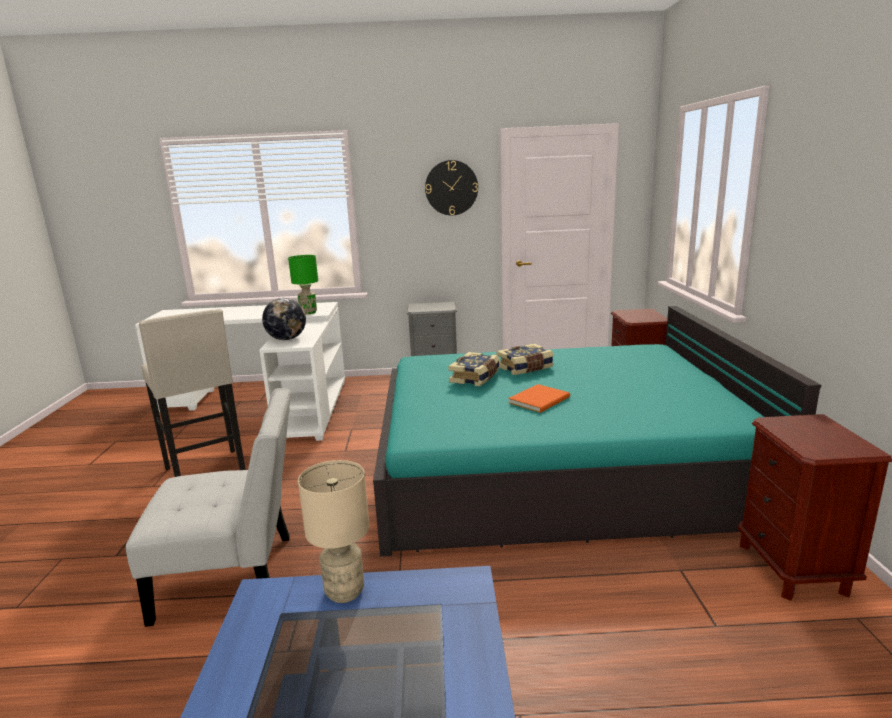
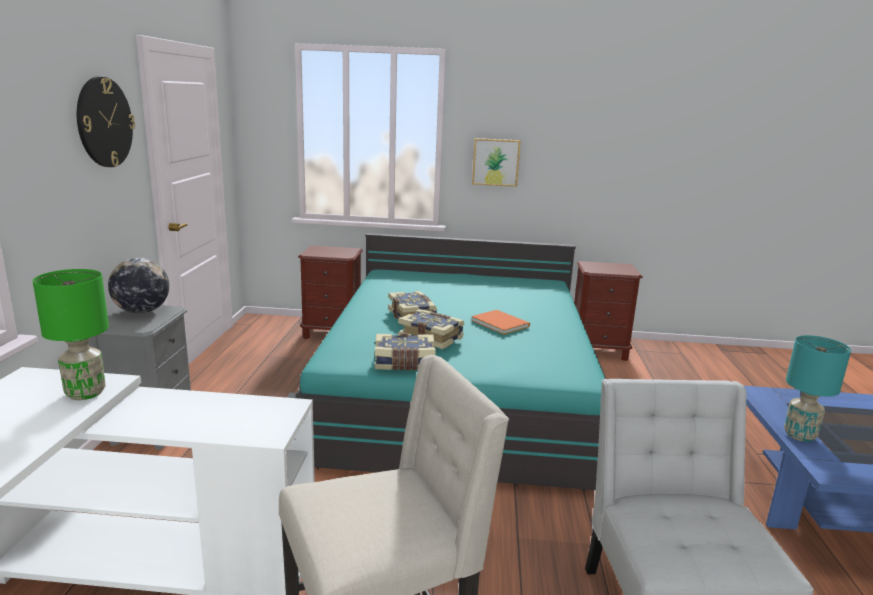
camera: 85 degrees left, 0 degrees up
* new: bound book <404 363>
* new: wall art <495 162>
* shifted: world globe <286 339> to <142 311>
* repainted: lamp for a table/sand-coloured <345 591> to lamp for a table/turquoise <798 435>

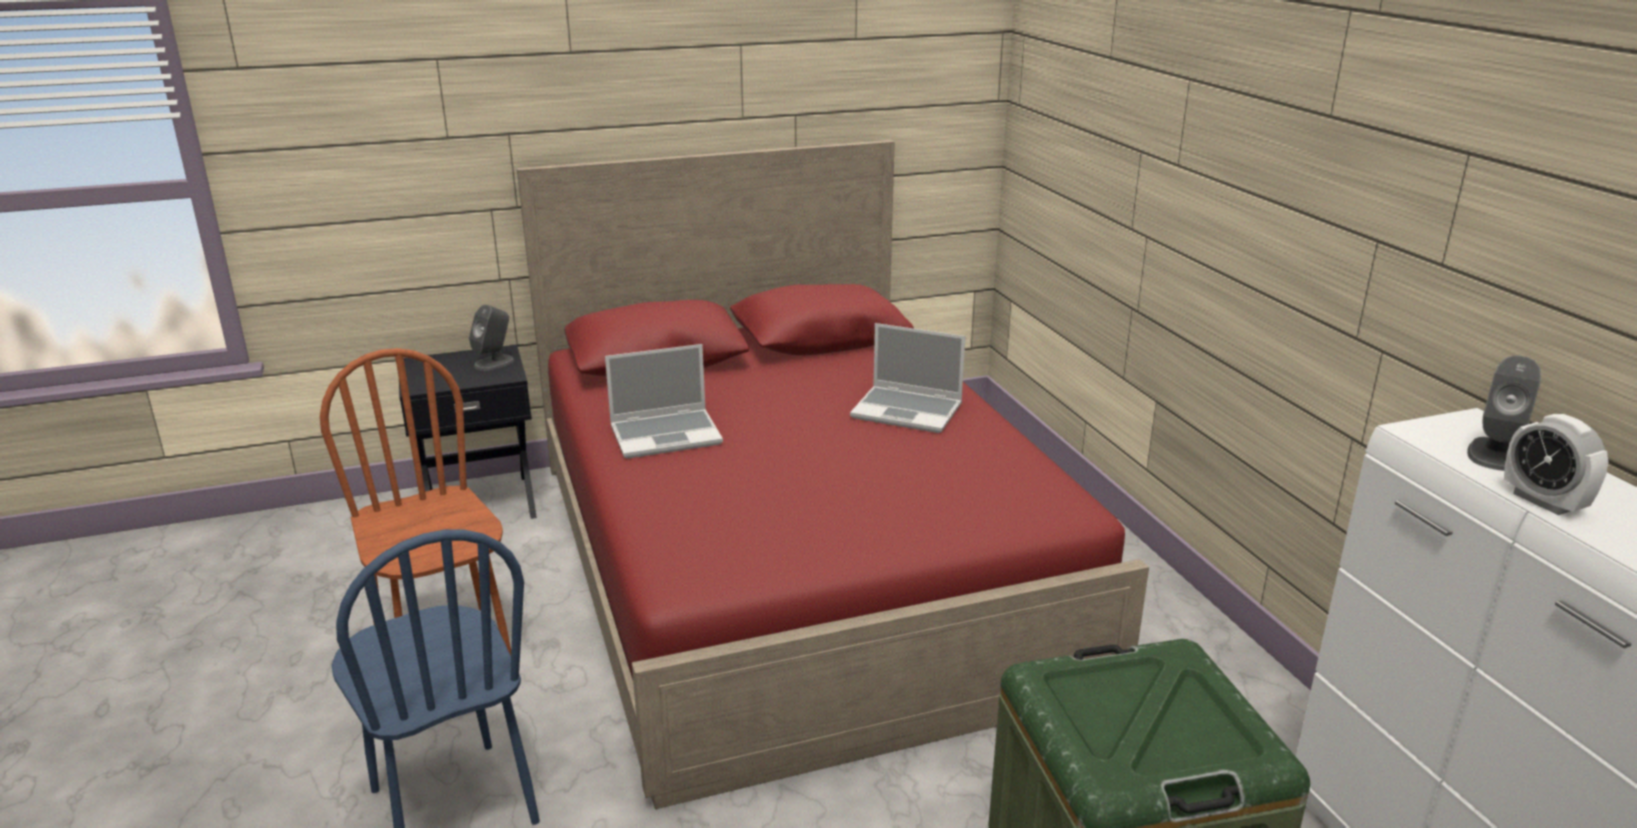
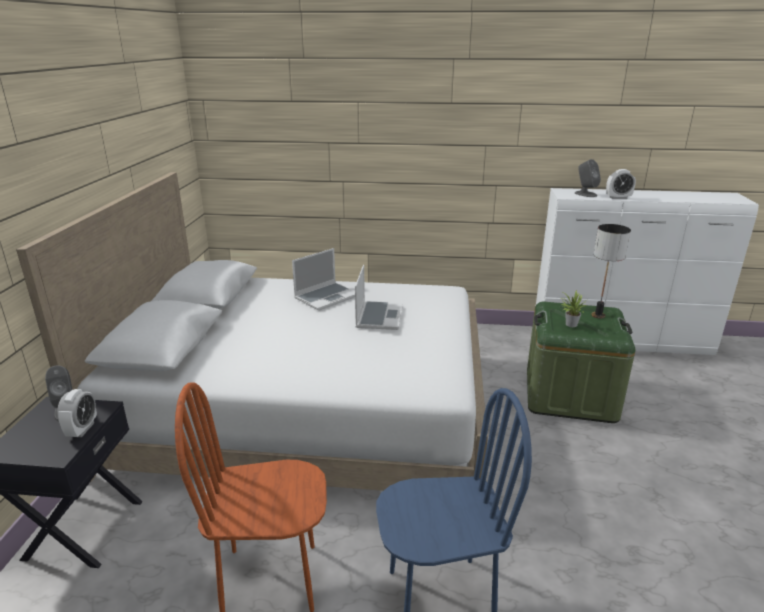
camera: 65 degrees left, 0 degrees up
* new: bedside clock <82 429>
* new: potted plant <569 324>
* new: lamp for a table <598 315>
* shifted: notebook computer <667 435> to <378 316>
* repainted: bedroom bed/red-coloured <797 564> to bedroom bed/white-coloured <307 408>

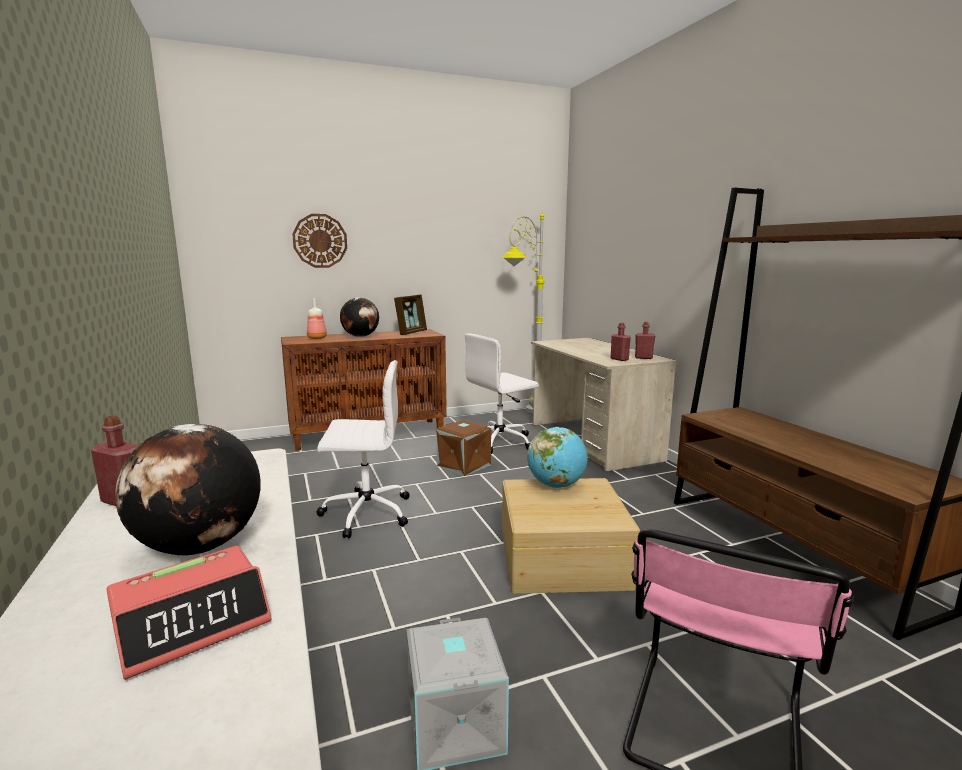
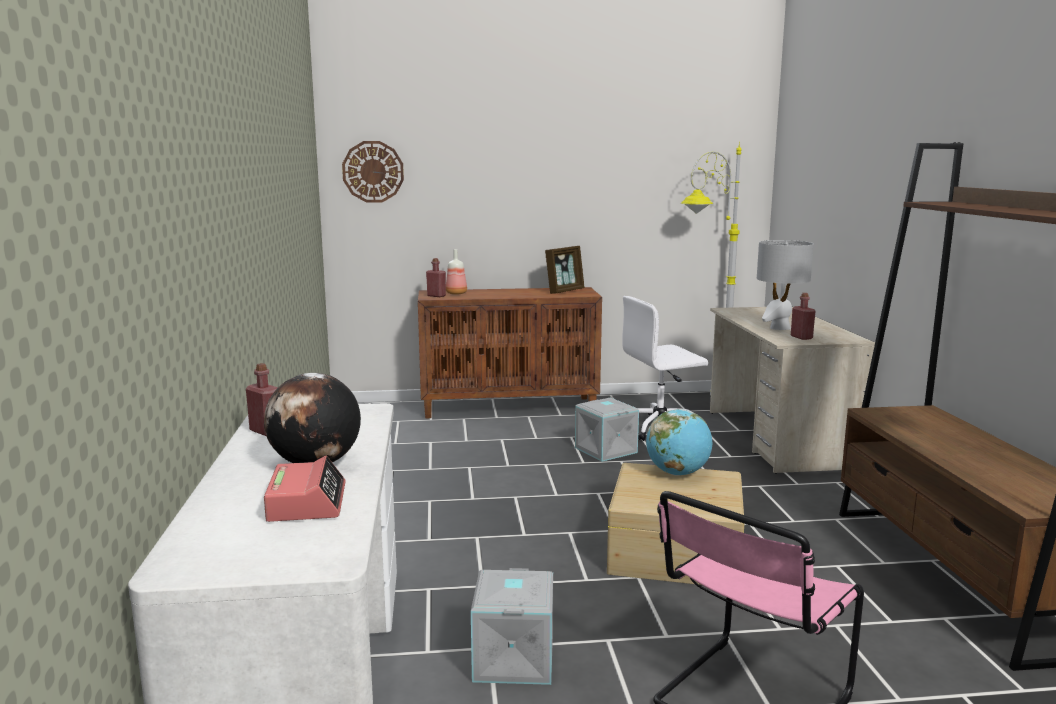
camera: 15 degrees right, 0 degrees up
* gone: desk chair/white-coloured <365 513>
* gone: world globe <360 336>
* new: lamp for a table/gray <779 328>
* shifted: hanging clock <320 241> to <373 171>
* shifted: drink bottle/red-coloured <643 358> to <436 296>
* repainted: storage box/brown <463 465> to storage box/gray <604 450>
* rotated: bedside clock <193 622> = <307 502> 75 degrees counterclockwise

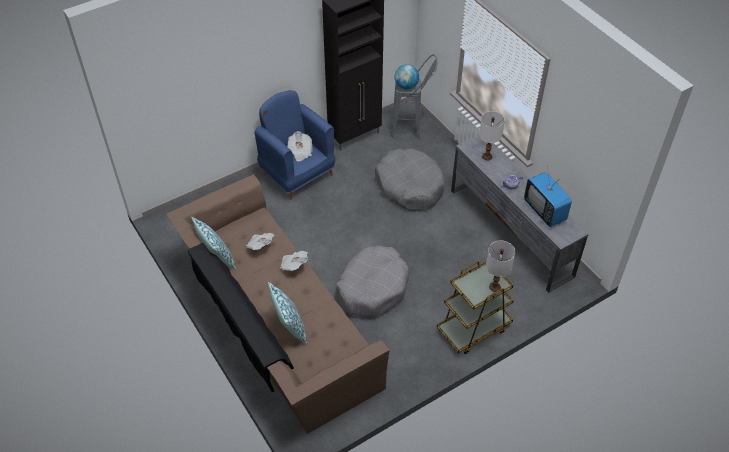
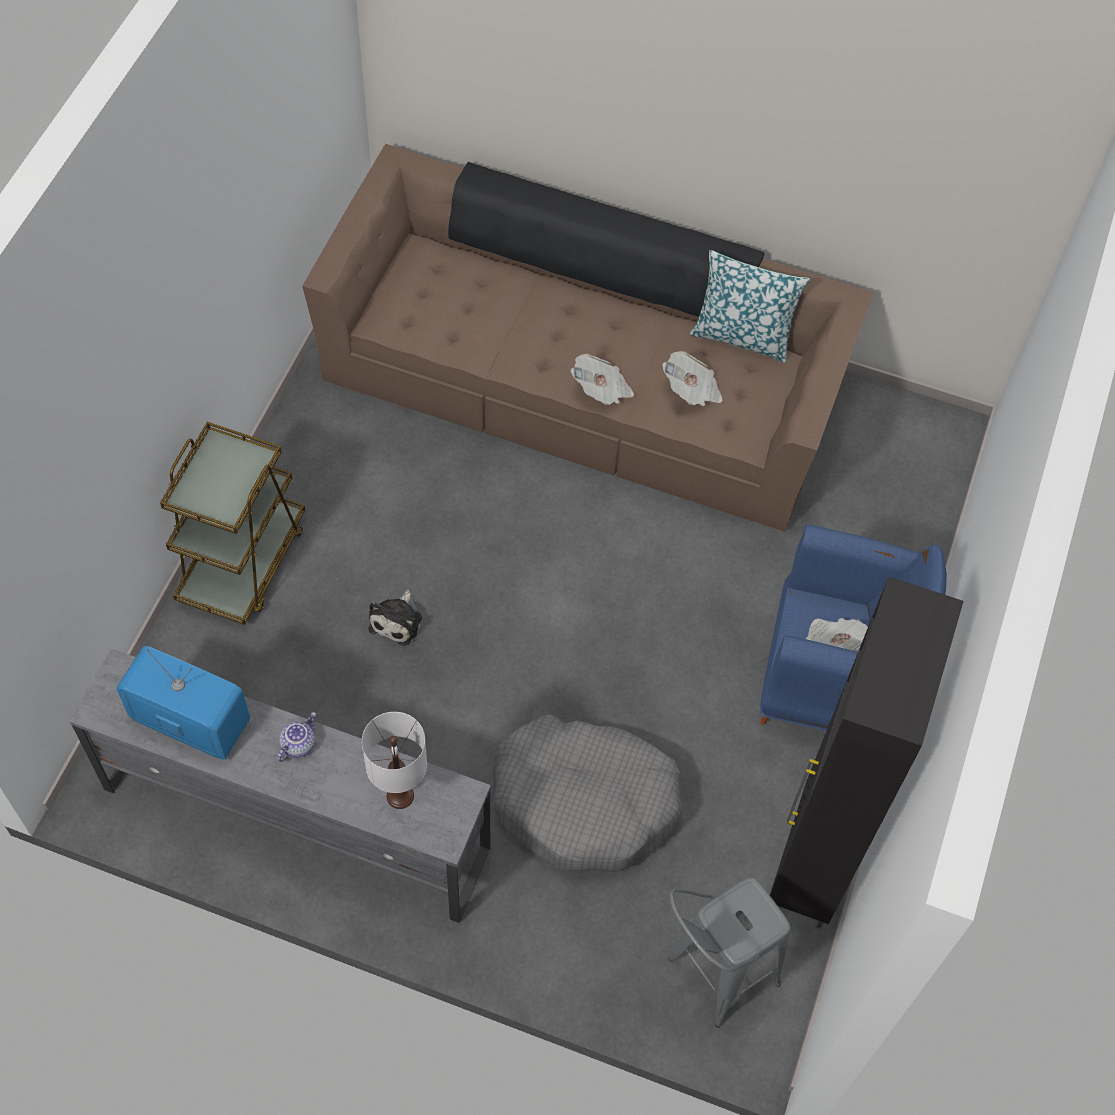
camera: 140 degrees right, 10 degrees up
* gone: throw pillow <289 327>
* gone: dog cushion/gray <372 287>
* gone: world globe <406 86>
* gone: lamp for a table/white-coloured <495 287>
* new: plush toy <397 621>

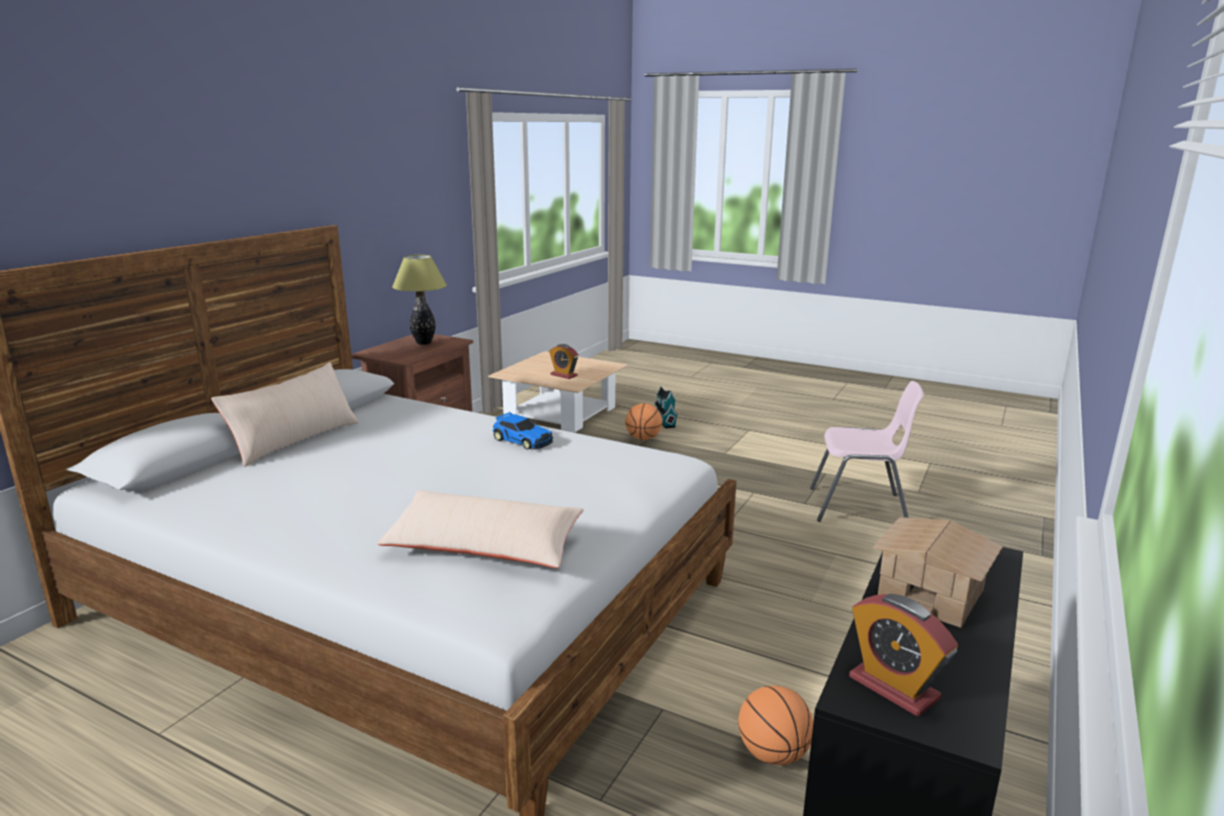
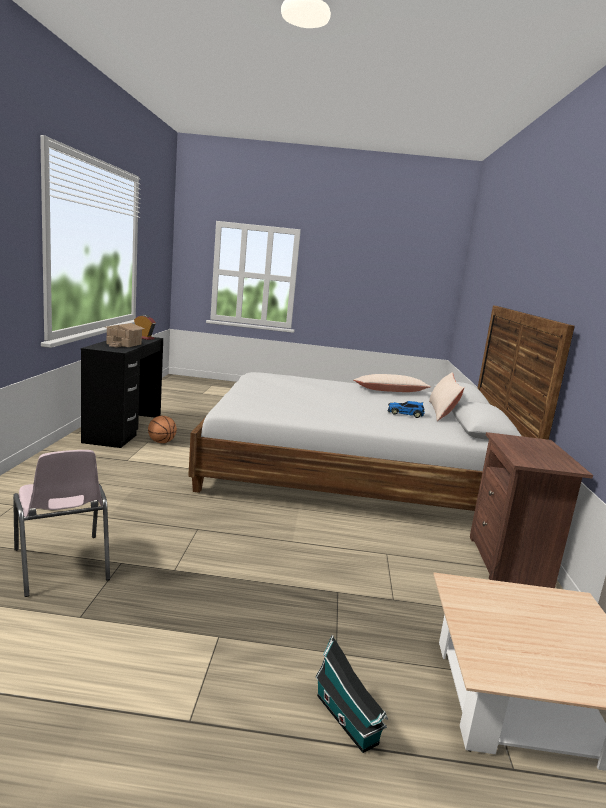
camera: 155 degrees right, 5 degrees down
* gone: lamp for a table <423 343>
* gone: bedside clock <564 375>
* gone: basketball ball <643 439>
* shifted: throw pillow/sand-coloured <483 546> to <390 391>
* shifted: miniature car <522 440> to <406 414>
* rotated: upright chair/pinkish <859 507> = <61 565> 105 degrees counterclockwise

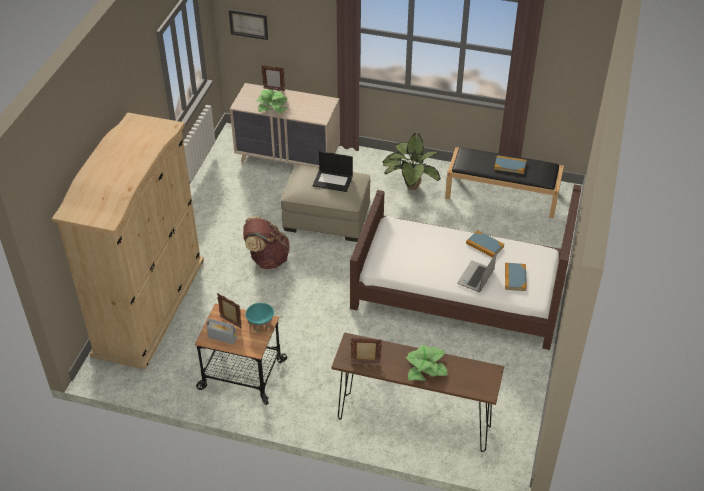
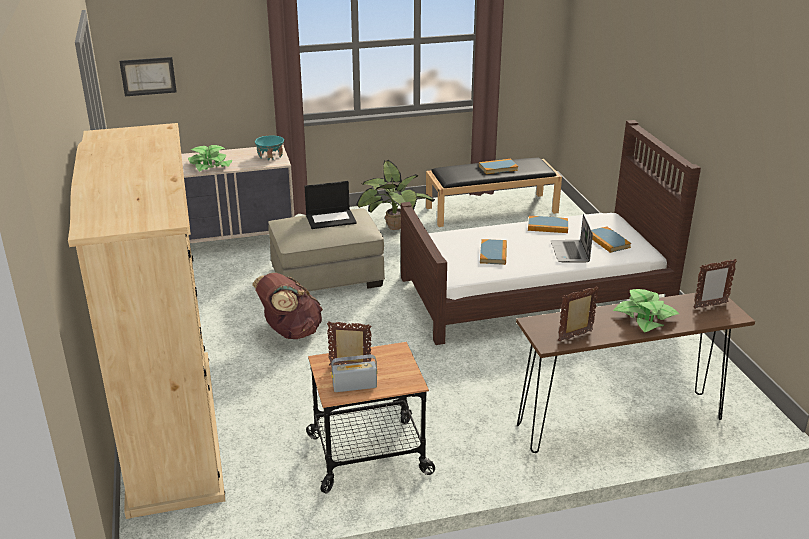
camera: 30 degrees left, 15 degrees down
* new: bound book <493 254>
* shifted: serving bowl/turquoise <260 324> to <270 156>
* shifted: photo frame <274 90> to <710 305>

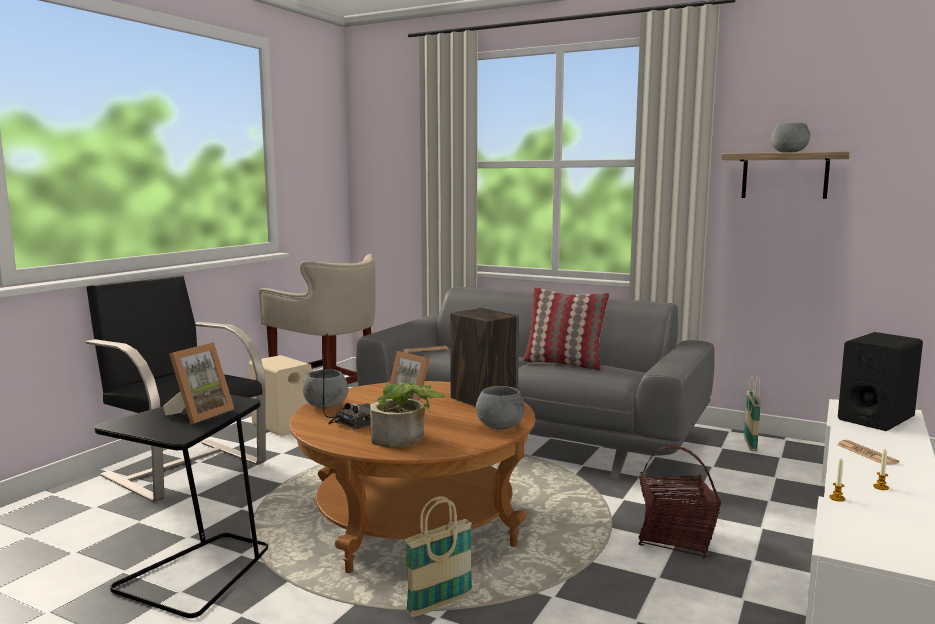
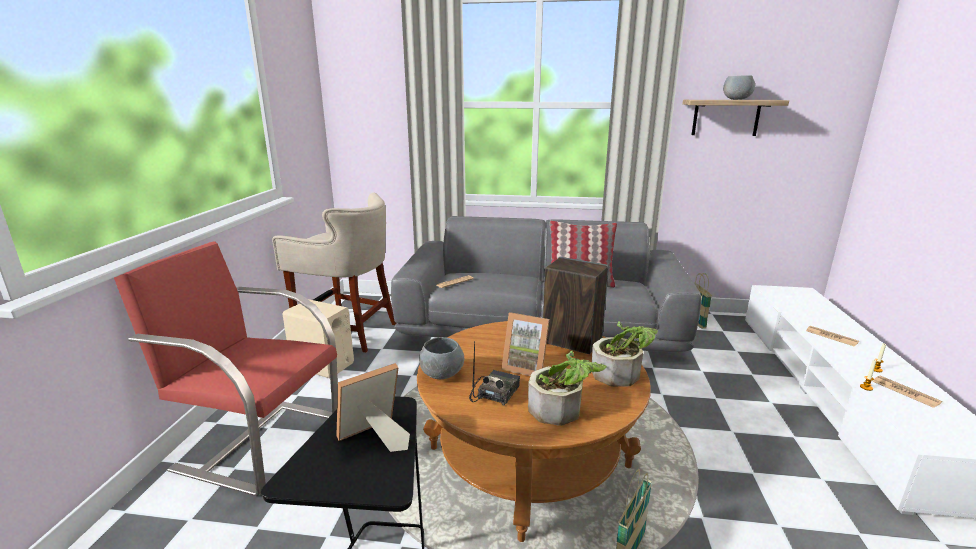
camera: 20 degrees left, 10 degrees up
* gone: storage basket <676 539>
* gone: loudspeaker/black-coloured <875 418>
* new: daily paper <905 392>
* swapped: serving bowl/gray <500 426> to potted plant <622 373>
* repainted: lounge chair/black-coloured <184 468> to lounge chair/red-coloured <258 440>
* rotated: photo frame <199 414> = <373 439> 135 degrees counterclockwise

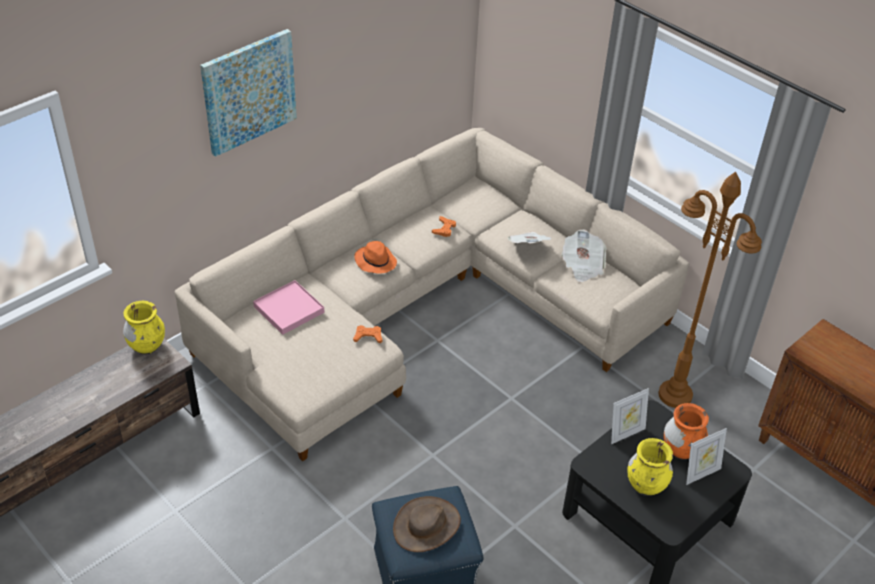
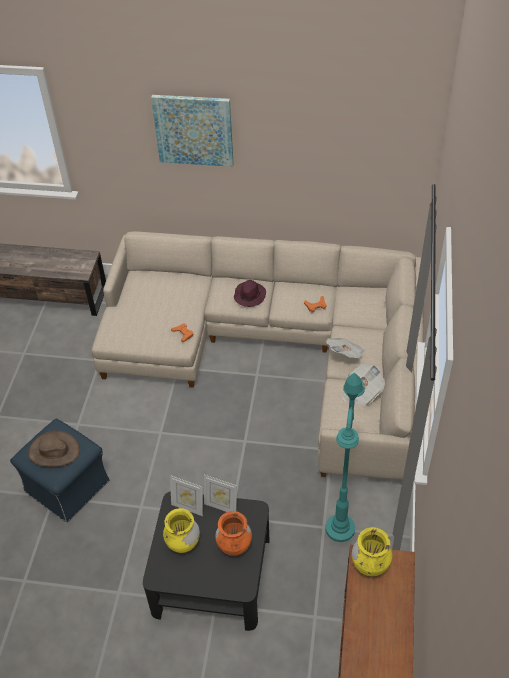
camera: 55 degrees right, 5 degrees up
* gone: serving tray/pinkish <289 309>
* shifted: flower vase/yellow <147 346> to <370 565>
* shifted: photo frame <700 473> to <188 507>
* repainted: clothing hat/orange-coloured <375 261> to clothing hat/purplish <249 295>
* repainted: standard lamp/brown <674 395> to standard lamp/turquoise <340 528>

